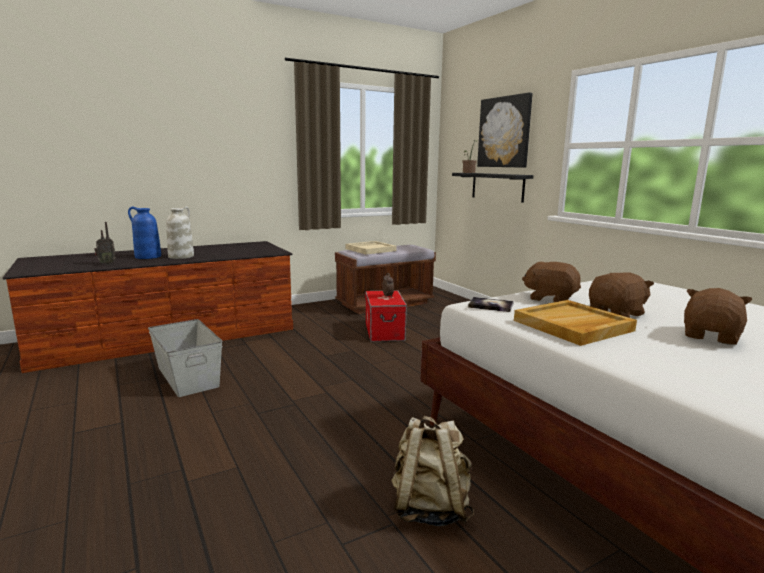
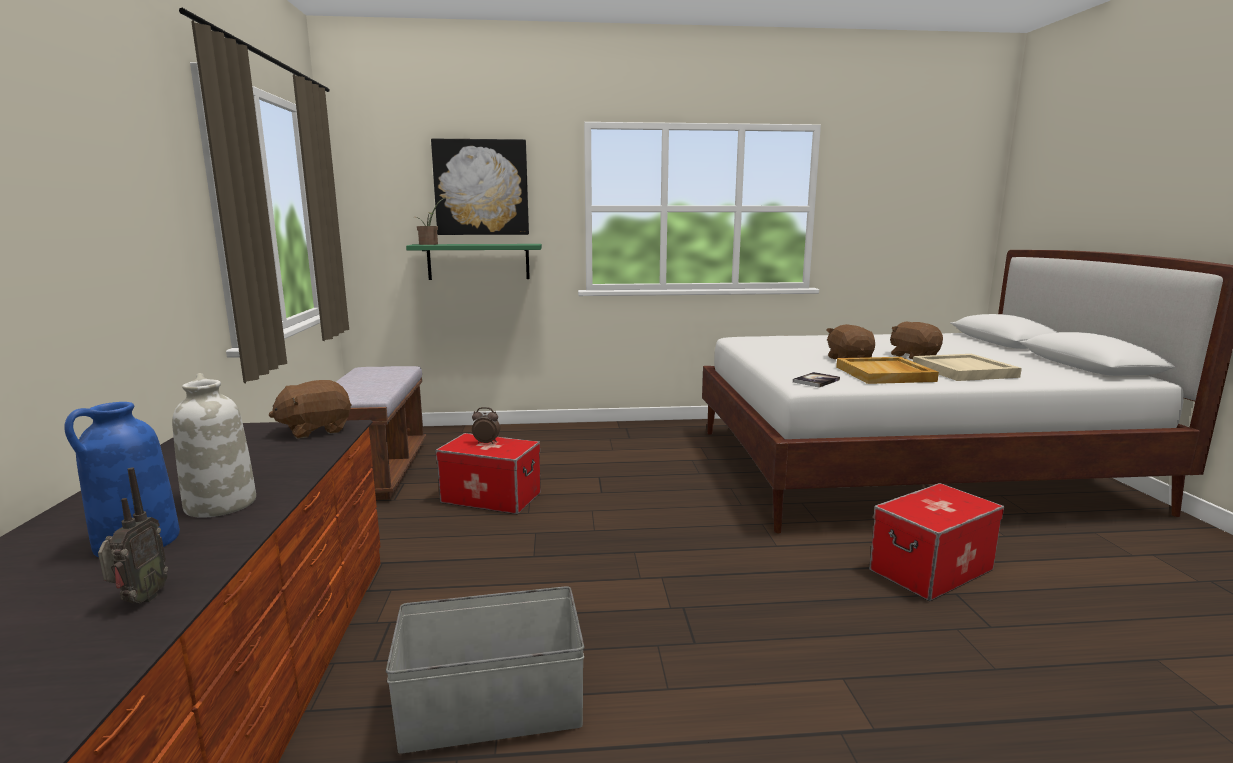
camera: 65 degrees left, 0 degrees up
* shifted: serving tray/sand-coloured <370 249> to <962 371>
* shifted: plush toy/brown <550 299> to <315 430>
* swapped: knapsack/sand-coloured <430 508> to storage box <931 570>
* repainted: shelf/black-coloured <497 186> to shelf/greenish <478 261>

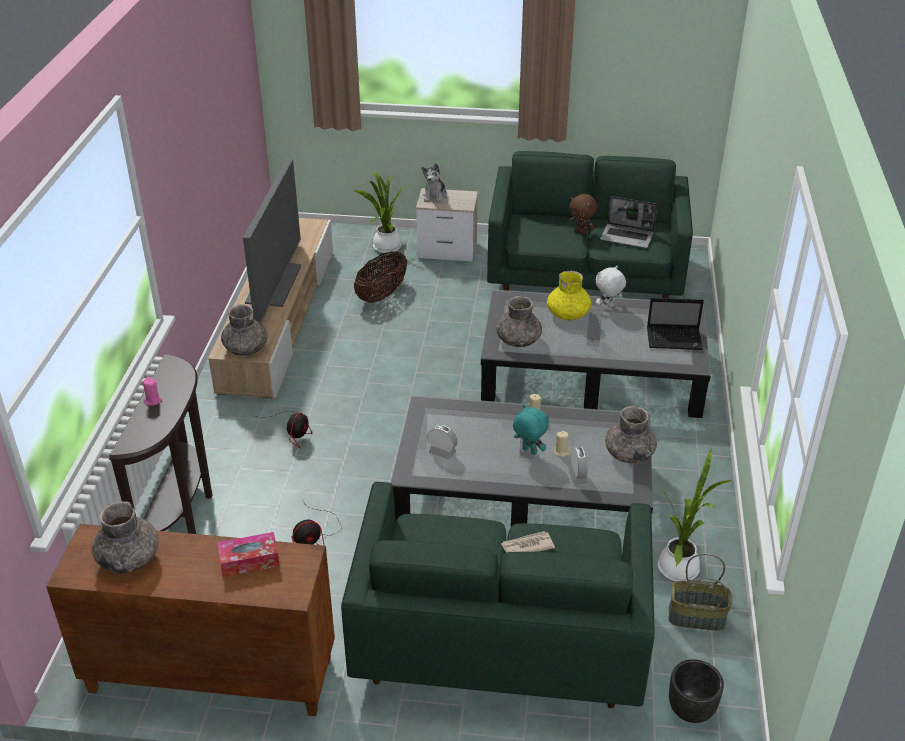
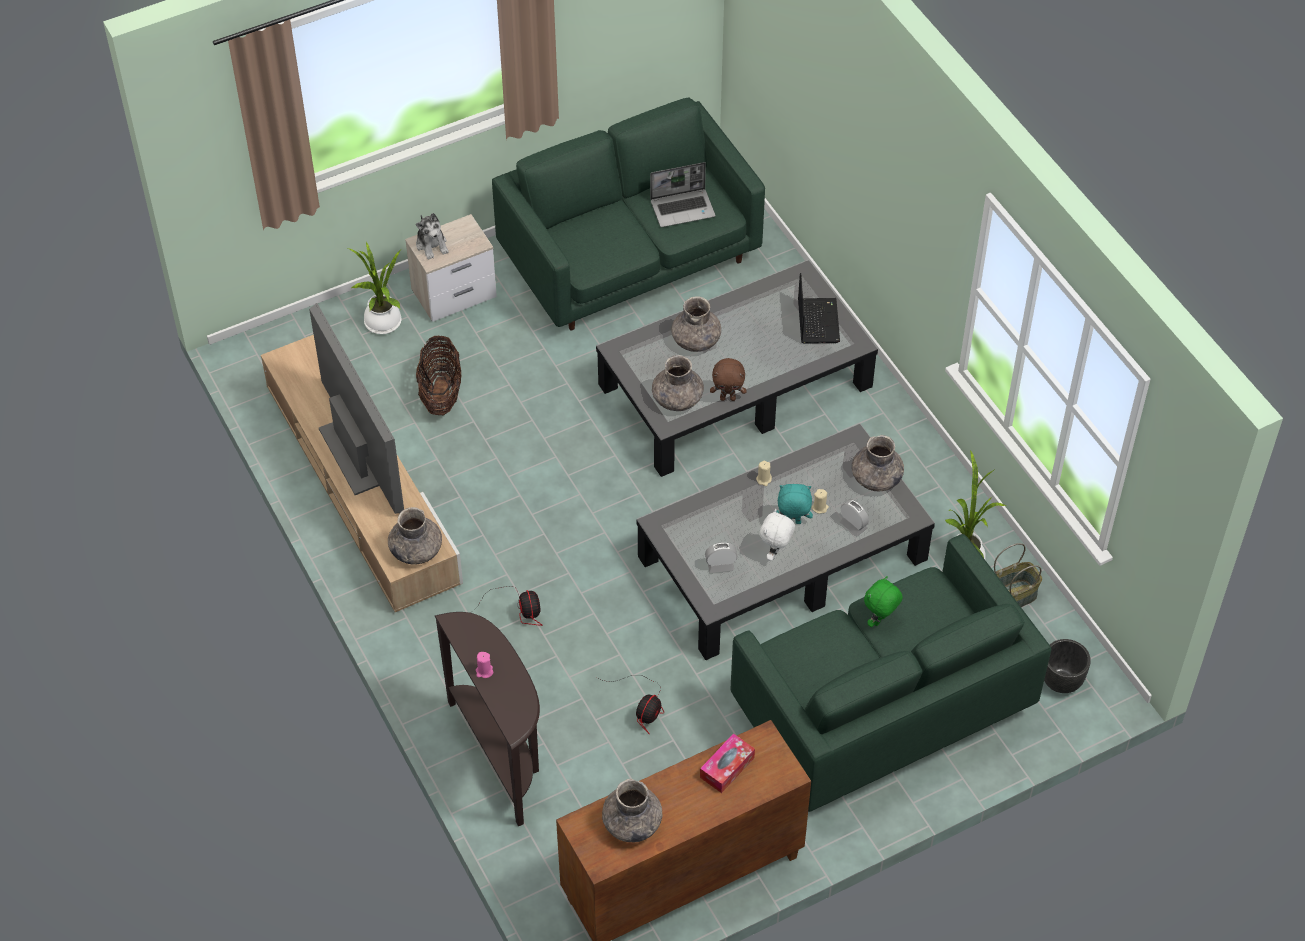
camera: 35 degrees left, 15 degrees up
* shifted: plush toy/brown <581 232> to <728 398>
* shifted: plush toy/white-coloured <608 307> to <776 553>
* swapped: daily paper <527 546> to plush toy/greenish <880 621>
* repainted: flower vase/yellow <568 314> to flower vase/gray <696 340>
* rotated: notebook computer <675 339> = <817 320> 60 degrees counterclockwise

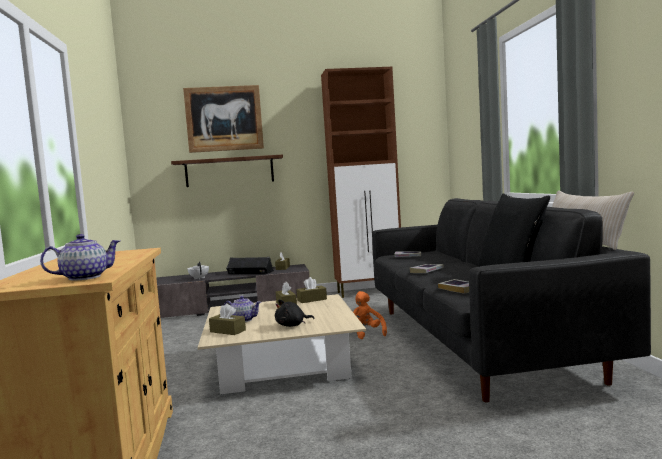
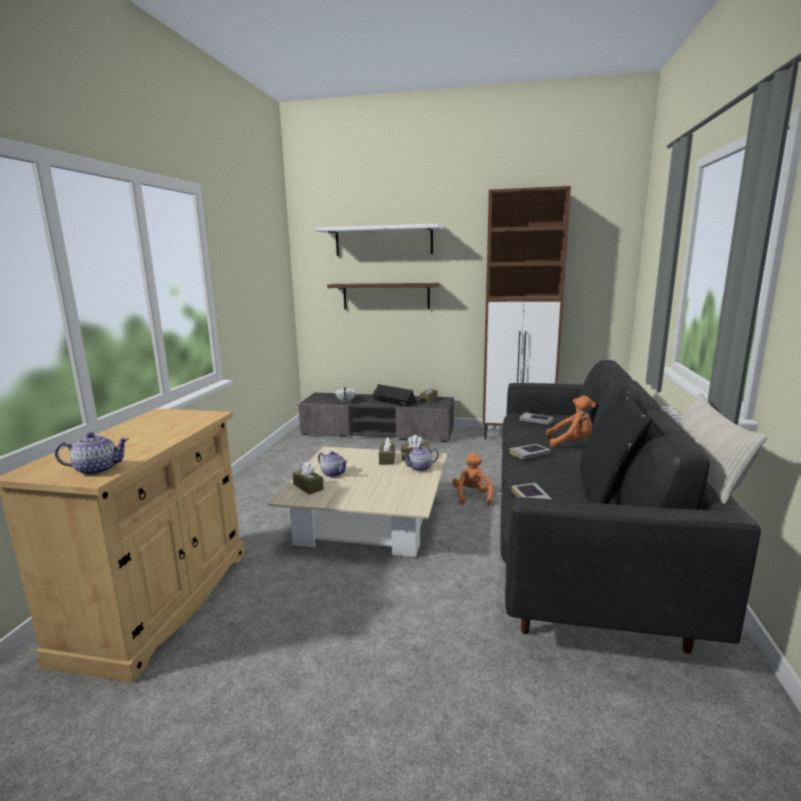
camera: 20 degrees right, 10 degrees up
* gone: plush toy/black-coloured <292 325>
* new: pot for tea <420 468>
* new: plush toy/orange-coloured <571 442>
* swapped: wall art <224 118> to shelf/white-coloured <383 241>

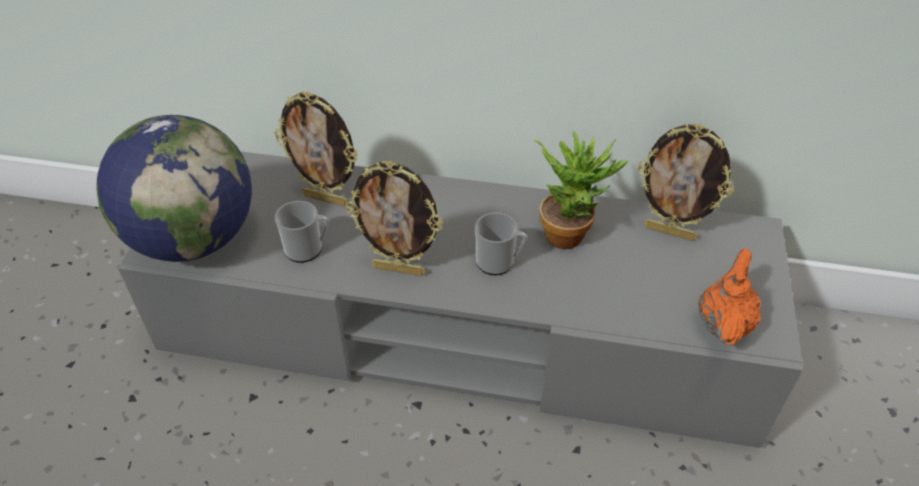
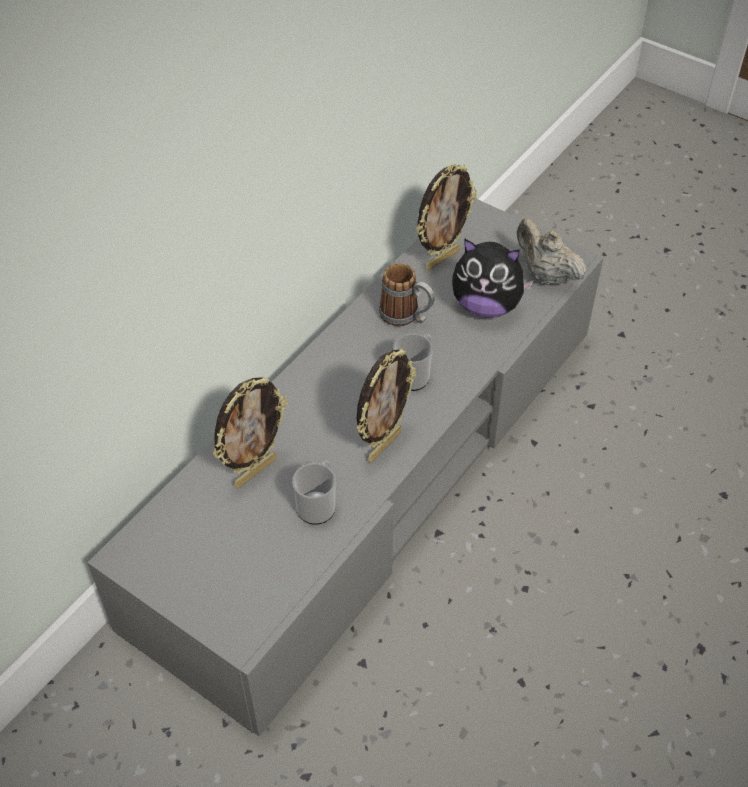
camera: 65 degrees left, 5 degrees up
* gone: world globe <194 240>
* new: plush toy <486 306>
* swapped: potted plant <570 232> to mug <406 317>
* repainted: pot for tea/orange-coloured <723 323> to pot for tea/sand-coloured <546 275>

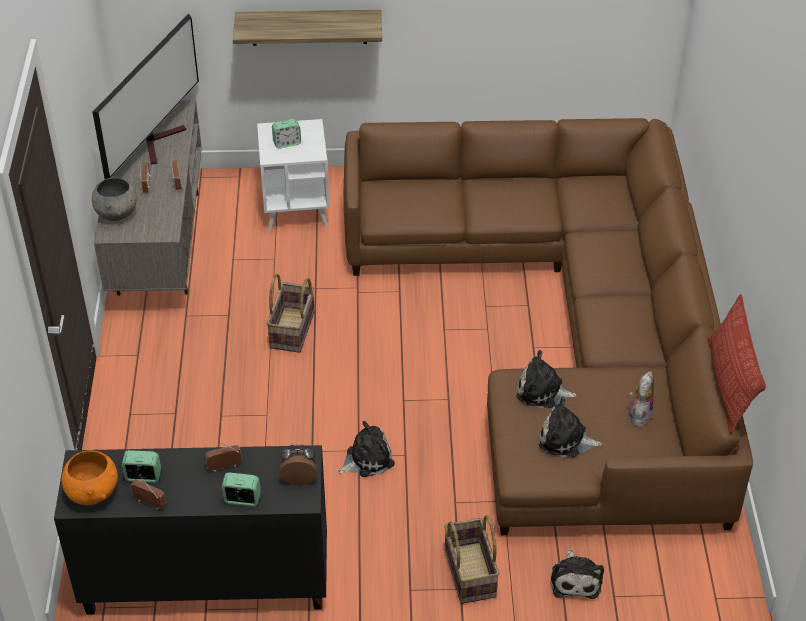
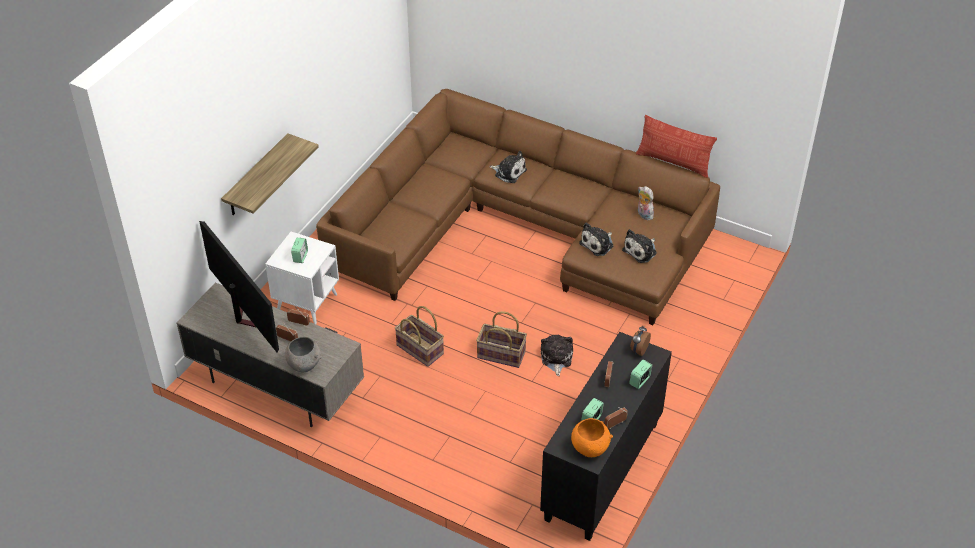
camera: 60 degrees left, 0 degrees up
* shifted: storage basket <468 573> to <500 355>
* shifted: plush toy <575 579> to <509 172>

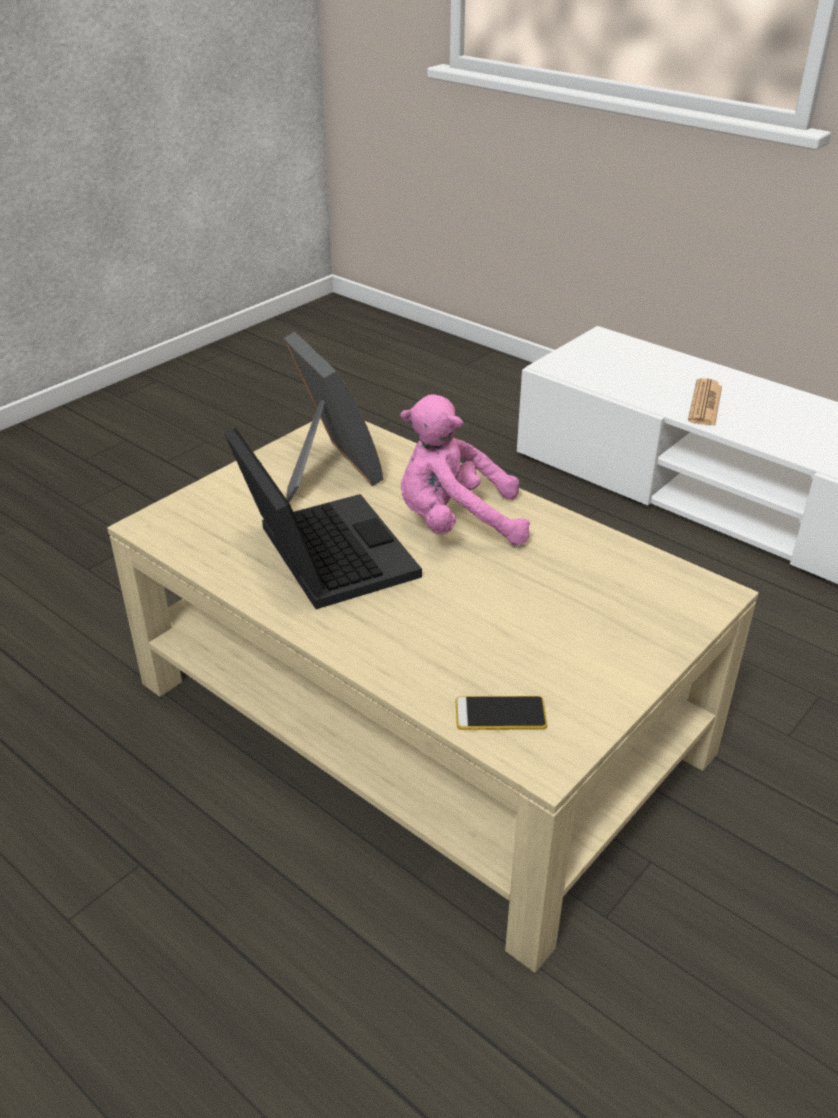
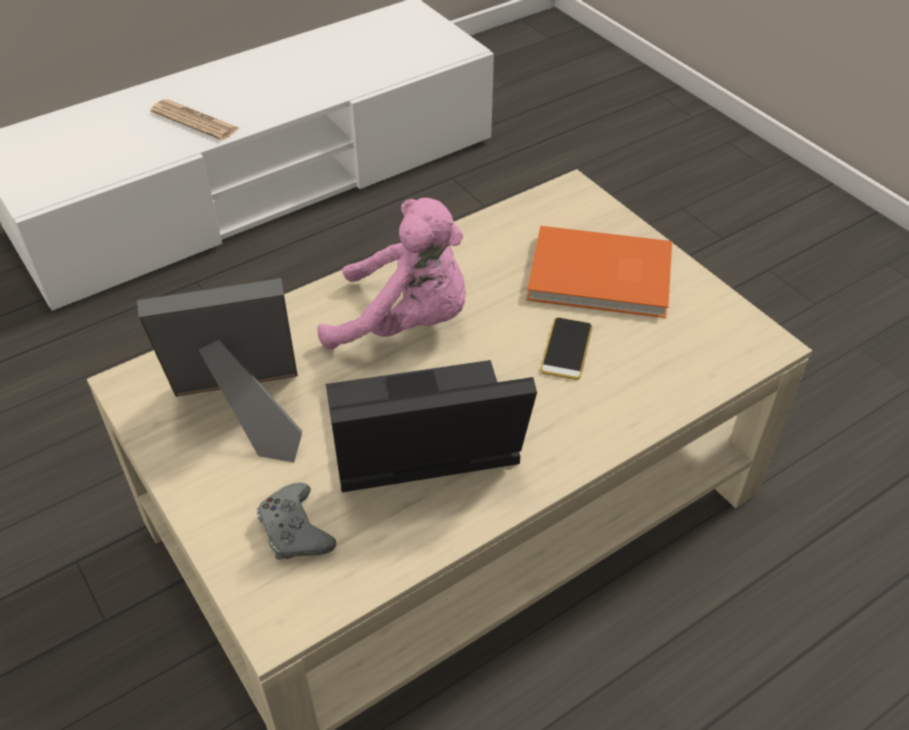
camera: 75 degrees left, 10 degrees up
* new: gamepad/gray <295 530>
* new: bound book/orange-coloured <602 278>
* shifted: handset <500 714> to <566 349>
* rotated: plush toy/pinkish <456 524> = <406 323> 90 degrees counterclockwise

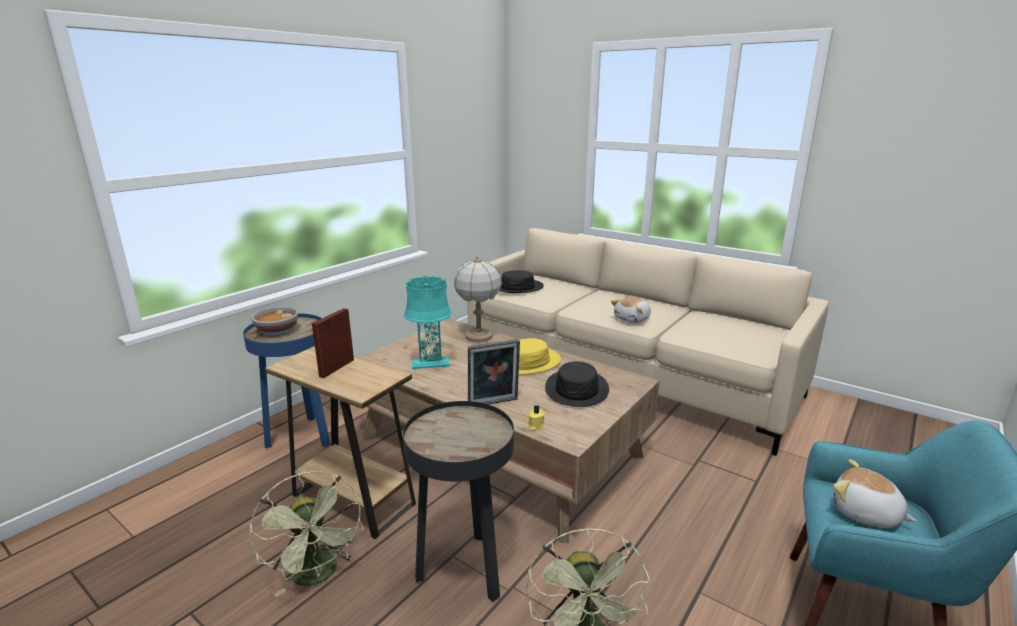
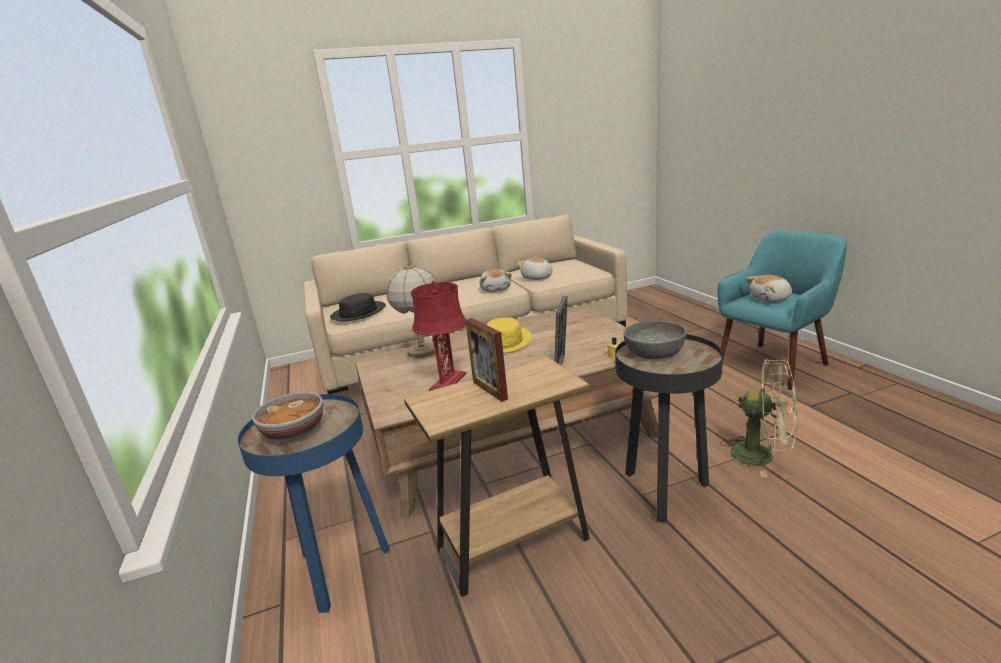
camera: 55 degrees left, 0 degrees up
* gone: cooling fan/greenish <318 576>
* gone: clothing hat/black-coloured <577 389>
* new: plush toy <537 278>
* new: serving bowl/gray <653 353>
* repainted: lamp for a table/turquoise <430 364> to lamp for a table/red-coloured <448 382>

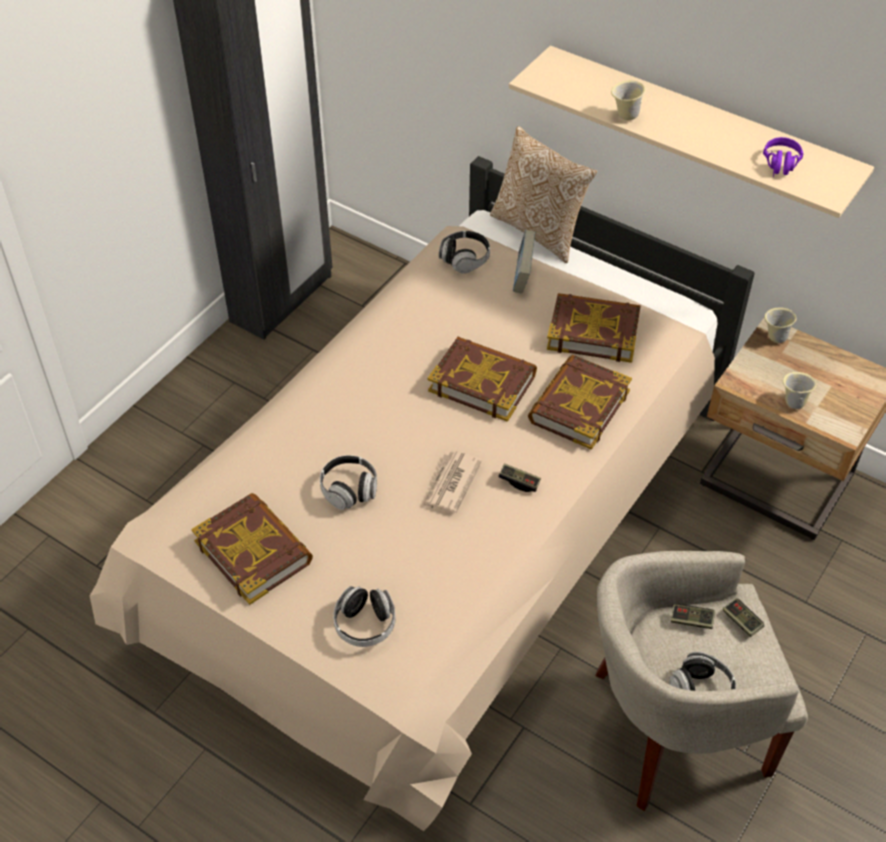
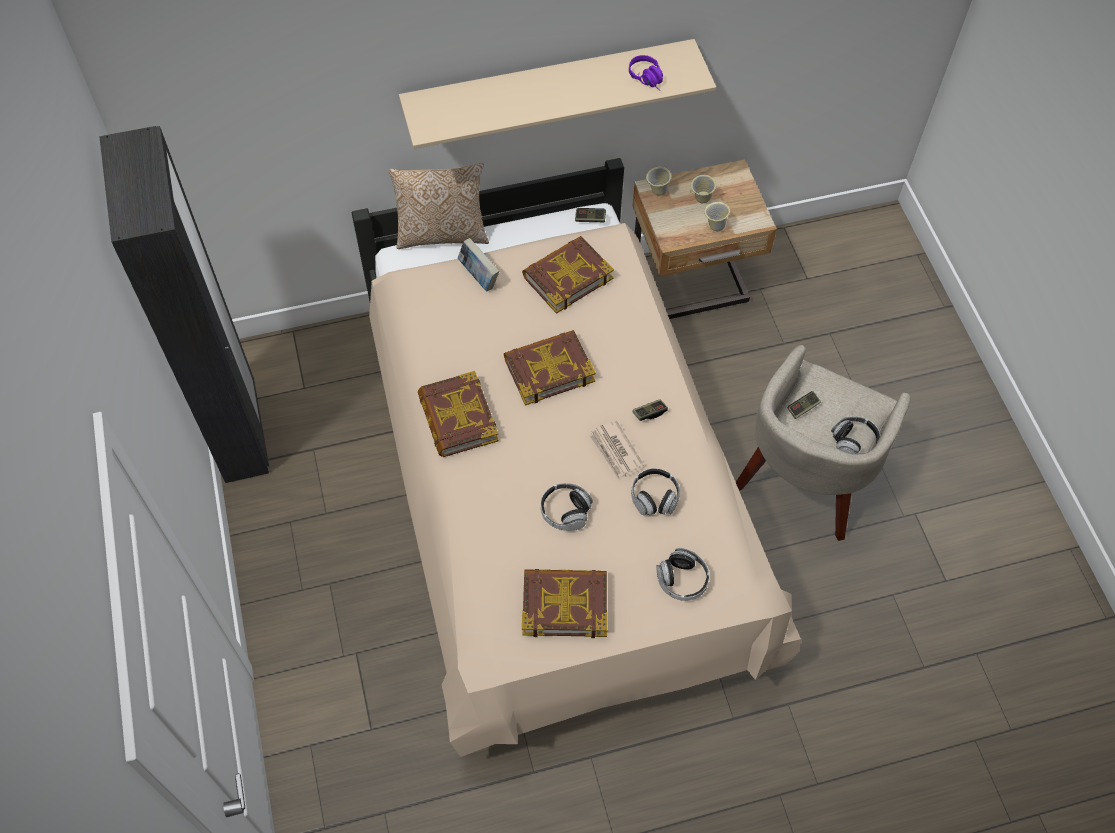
camera: 50 degrees left, 10 degrees up
* shifted: pair of headphones <465 259> to <654 497>
* shifted: bound book <578 406> to <457 418>
* shifted: mug/sand-coloured <625 116> to <700 200>
* shifted: gamepad <741 621> to <590 219>

